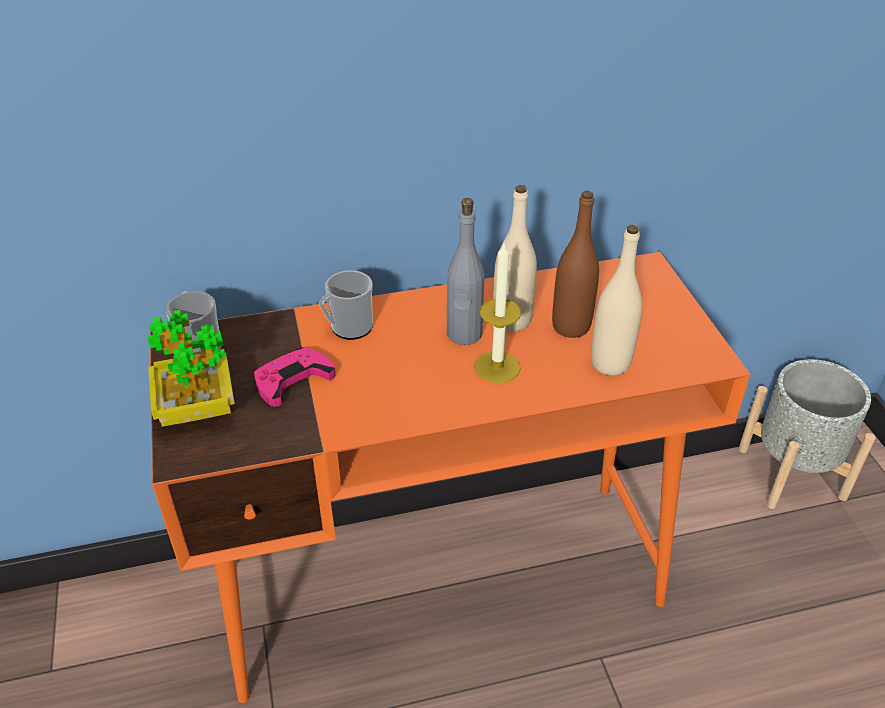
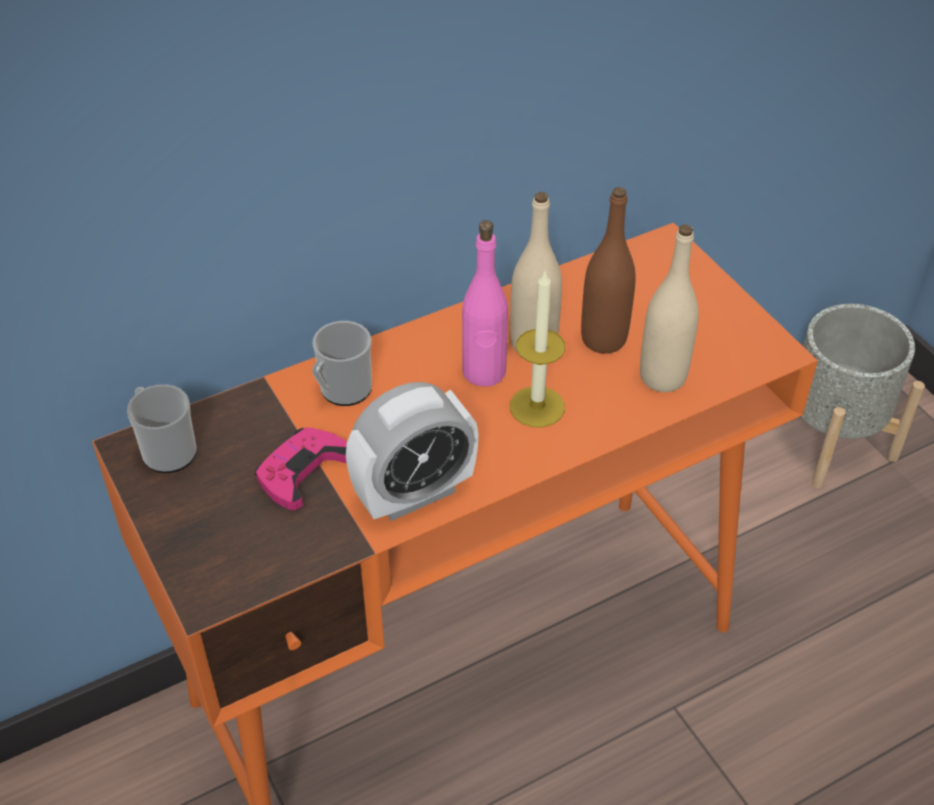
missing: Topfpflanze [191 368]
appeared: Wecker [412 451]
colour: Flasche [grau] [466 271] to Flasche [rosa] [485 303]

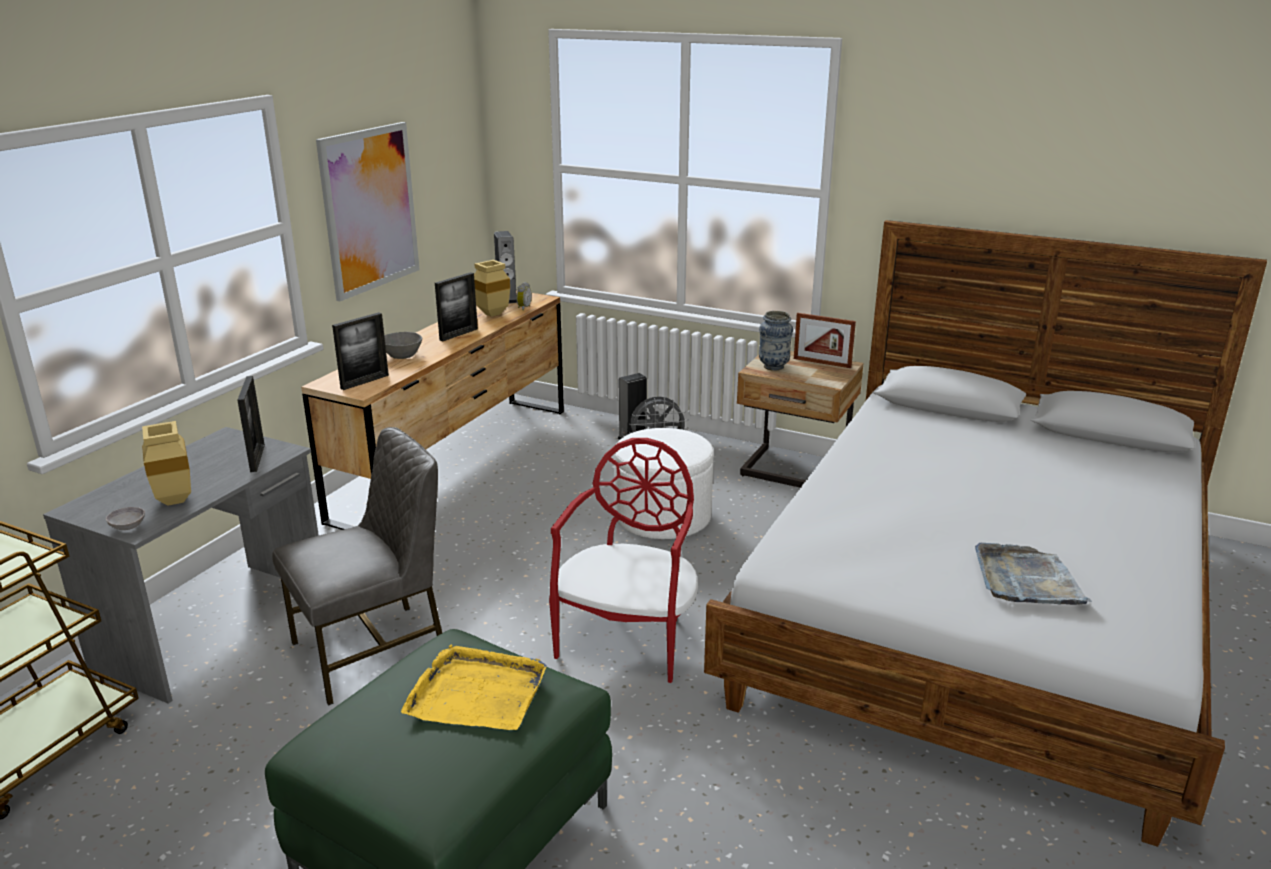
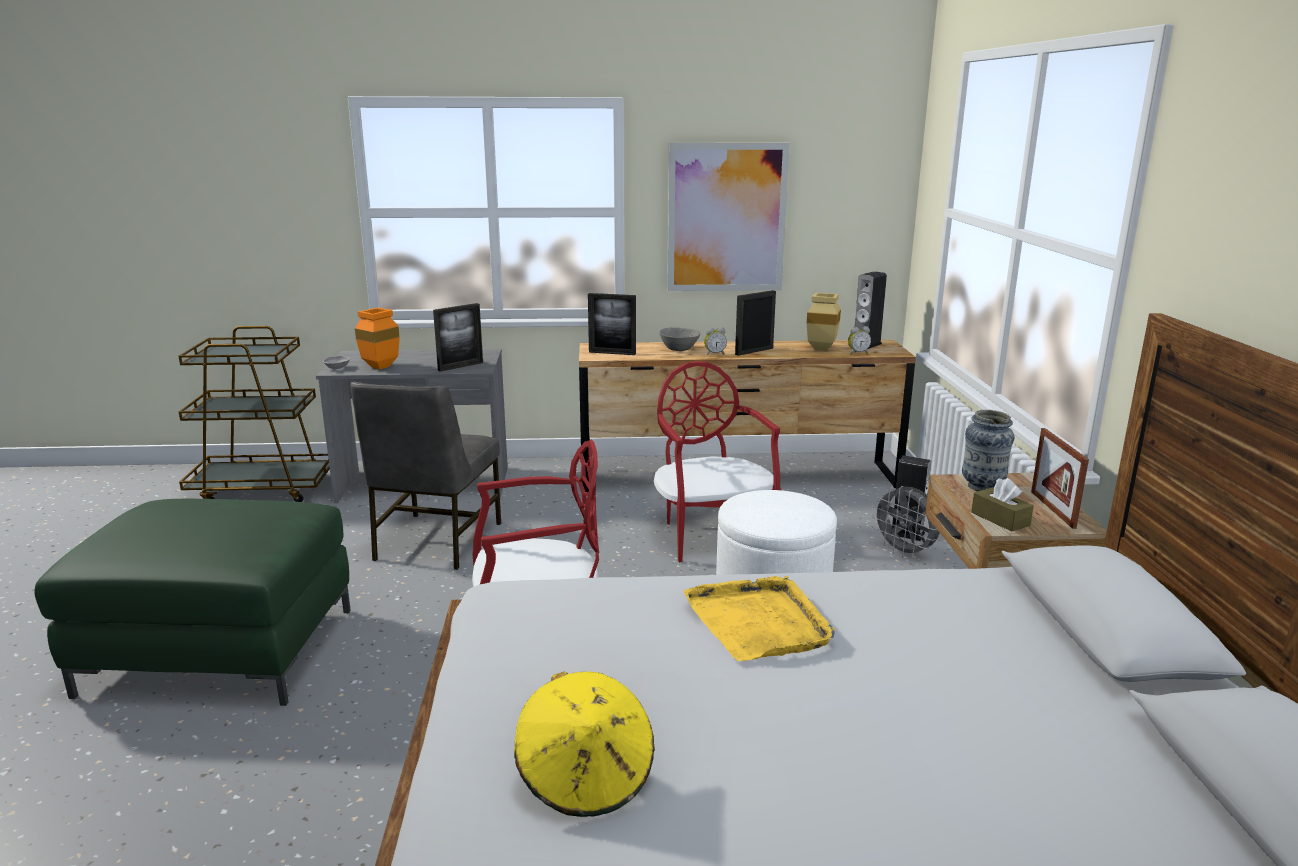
appeared: Stuhl [rot] [717 461]; Wecker [715 341]; Taschentuchbox [braun] [1002 505]
relocated: Tablett [gelb] [474 687] to [759 618]
exchanged: Tablett [grau] [1033 574] to Hut [gelb] [584 744]
colour: Vase [beige] [166 463] to Vase [orange] [377 338]
spun: Stuhl [grau] [357 566] = [425 476] 75 degrees clockwise; Bilderrahmen [456 306] = [755 323] 135 degrees clockwise

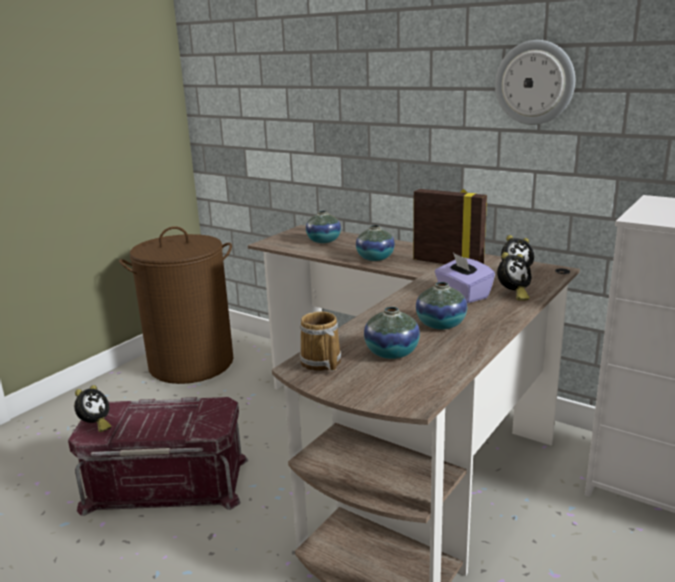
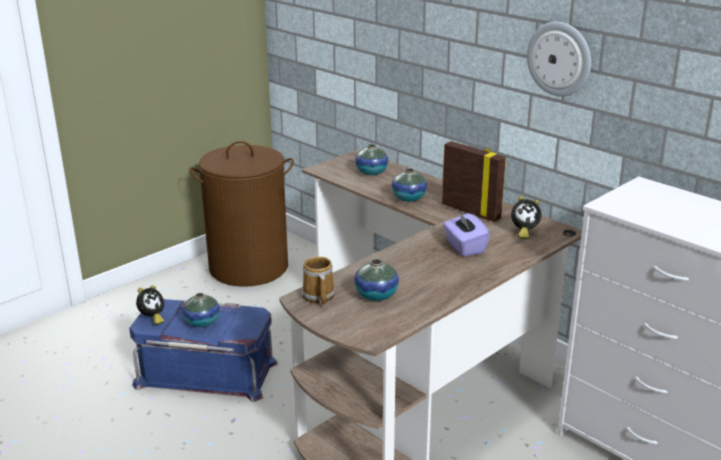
missing: Wecker [514 276]
relocated: Vase [441 306] to [201 310]
colour: Aufbewahrungsbox [rot] [158 456] to Aufbewahrungsbox [blau] [203 350]

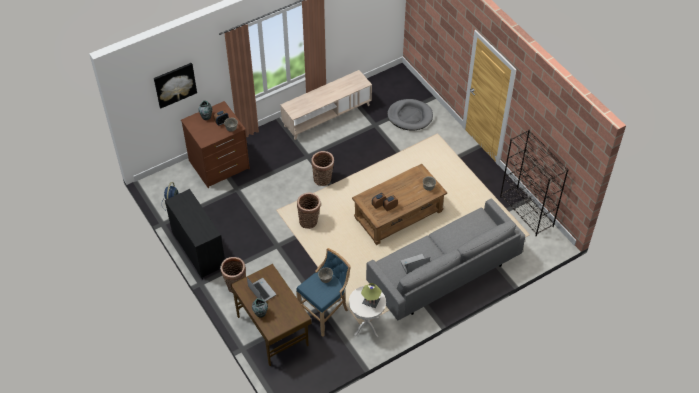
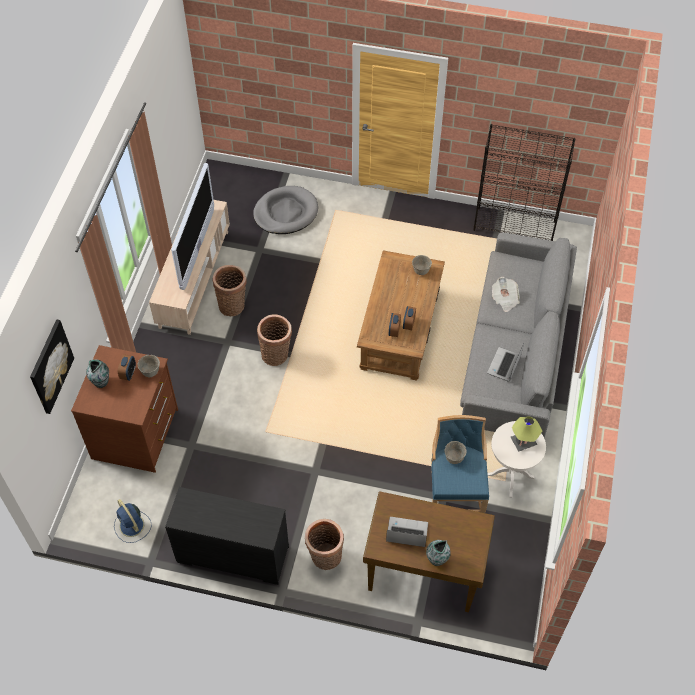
appeared: Fernseher [192 226]; Zeitung [506 294]
relocated: Korb [309 210] to [229 290]

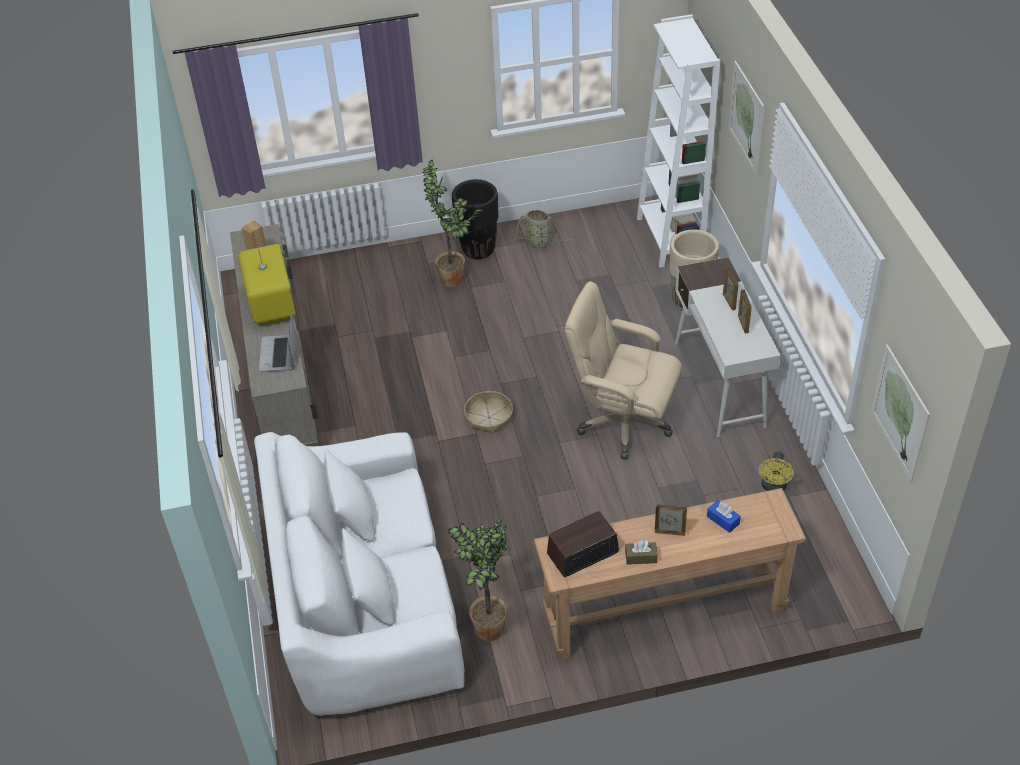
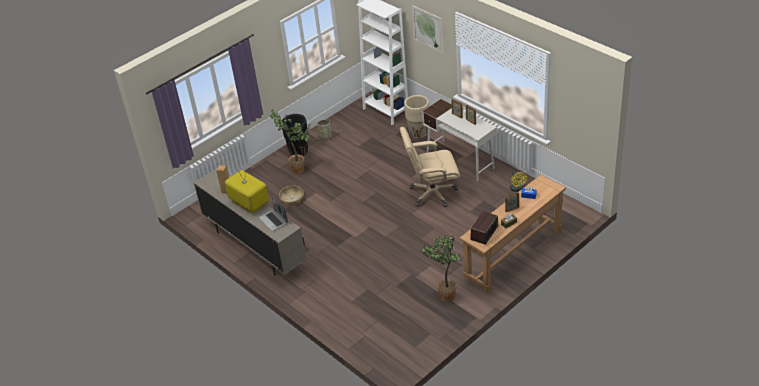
missing: Sofa [weiß] [359 574]; Bild [900 413]
relocated: Korb [488 412] to [291 196]

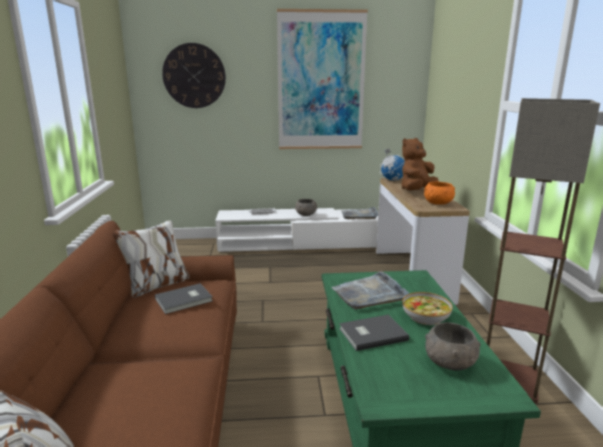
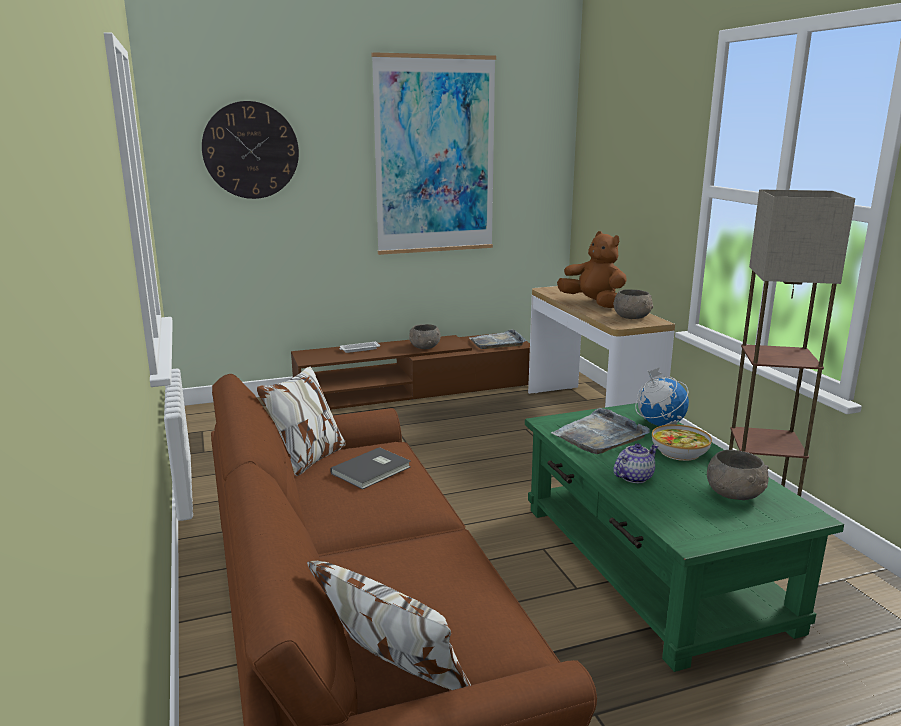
relocated: Globus [392 164] to [662 396]
exchanged: Buch [grau] [374 333] to Teekanne [635 463]
colour: Fernsehschrank [weiß] [296 230] to Fernsehschrank [braun] [410 371]; Schüssel [orange] [439 193] to Schüssel [grau] [633 304]
spun: Plüschtier [braun] [420 164] = [592 269] 105 degrees clockwise

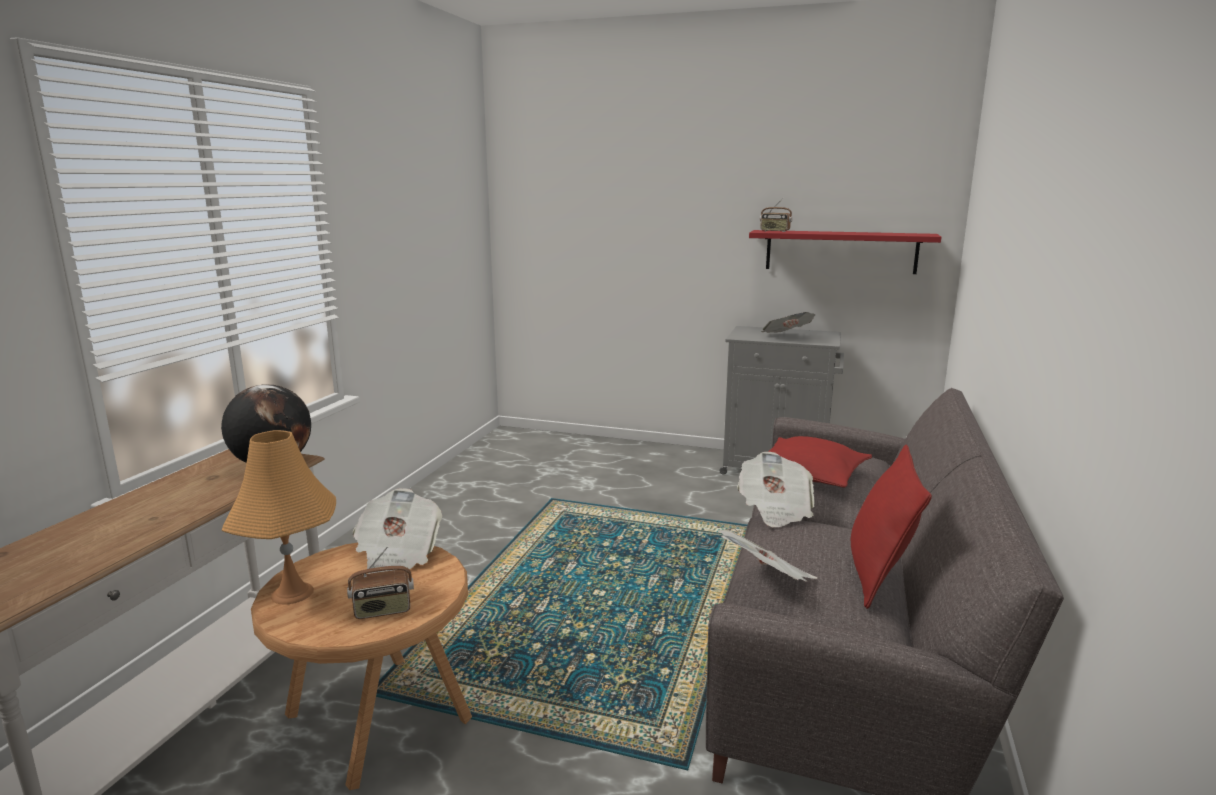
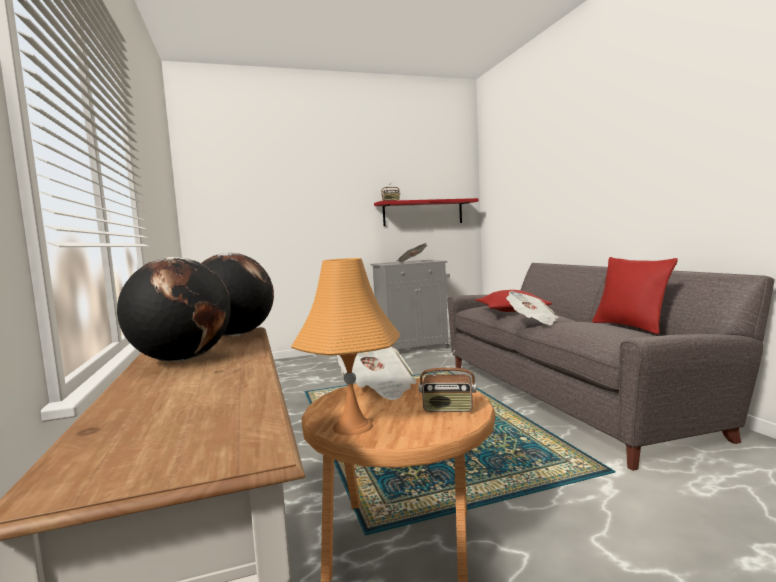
missing: Zeitung [767 556]
appeared: Globus [174 309]
spun: Radio [380 582] = [447 381] 60 degrees clockwise

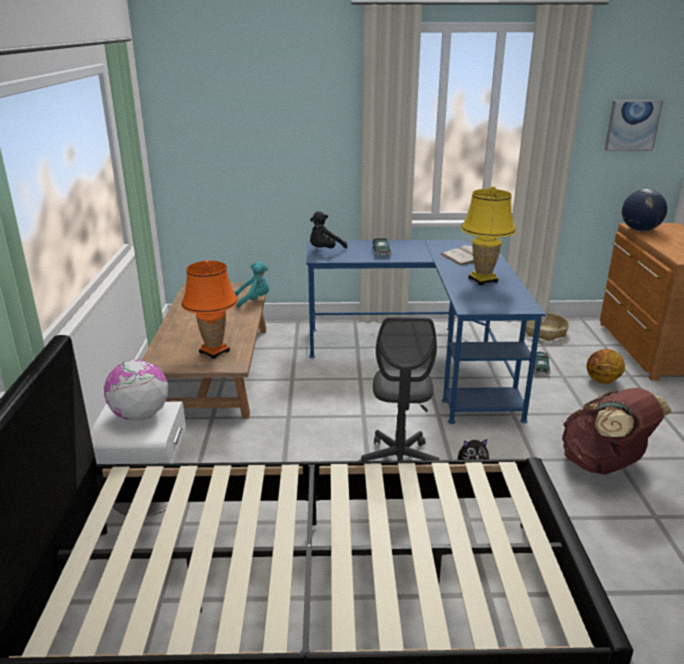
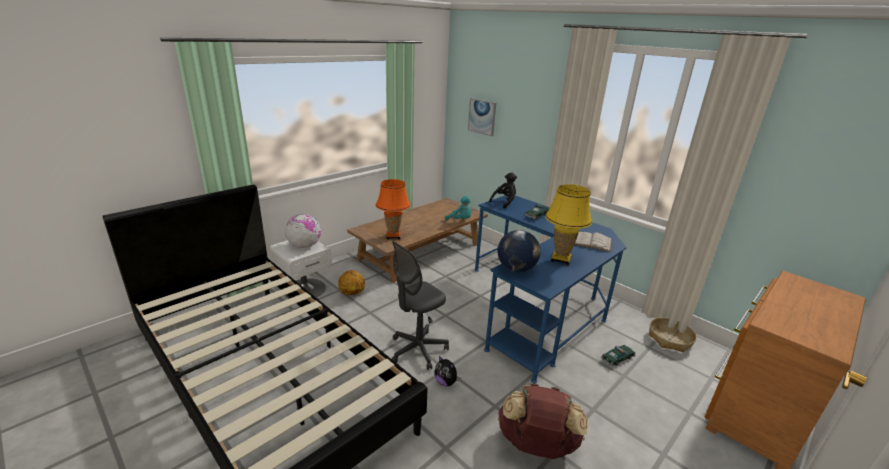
relocated: Basketball [606 366] to [351 282]; Bild [634 125] to [482 117]; Globus [644 210] to [519 251]
spun: Plüschtier [schwarz] [328 230] = [503 190] 135 degrees clockwise

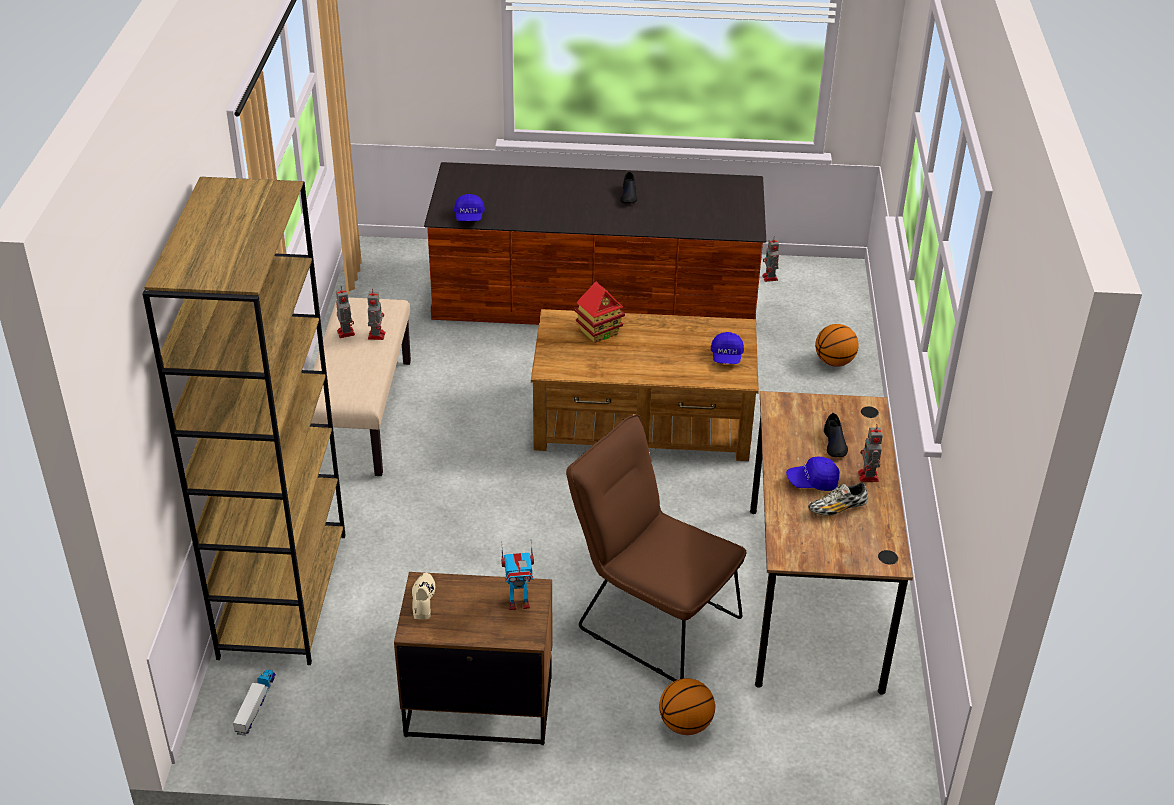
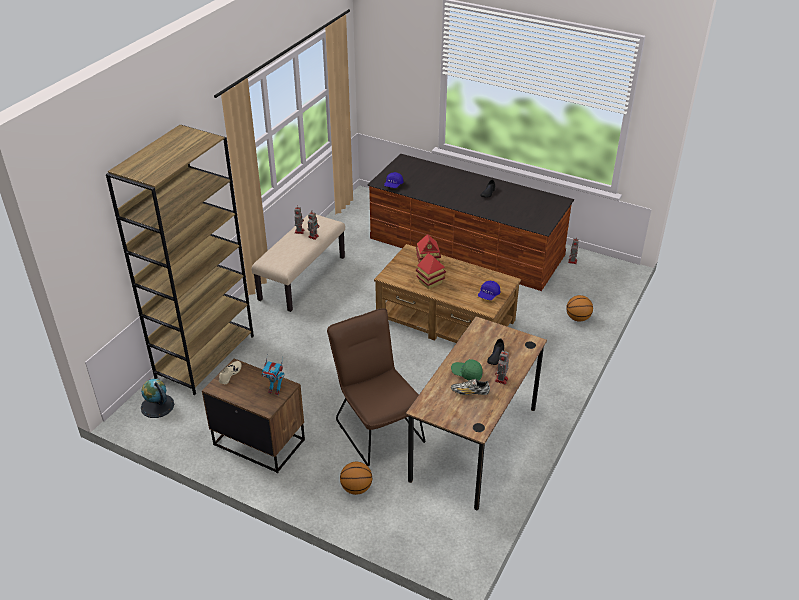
appeared: Spielzeughaus [431 271]
exchanged: Spielzeuglaster [254 702] to Globus [157 398]
colour: Kappe [blau] [813 473] to Kappe [grün] [467 369]

